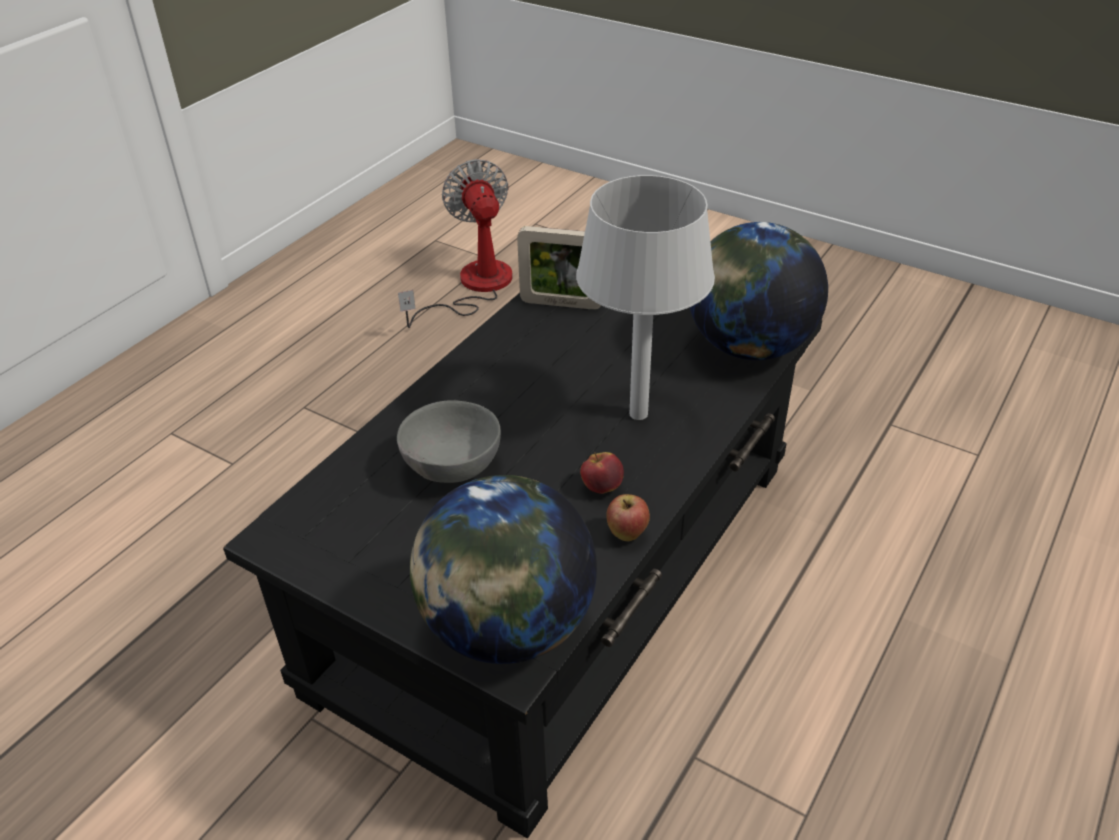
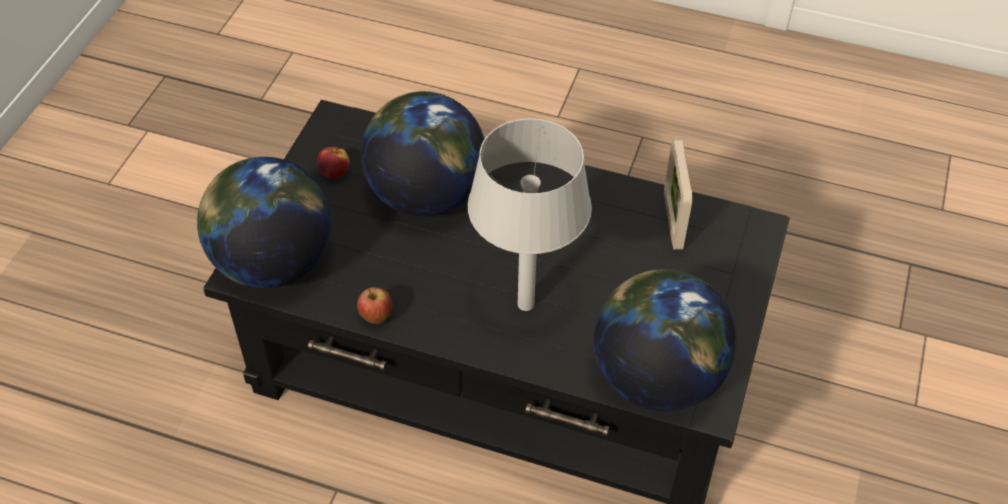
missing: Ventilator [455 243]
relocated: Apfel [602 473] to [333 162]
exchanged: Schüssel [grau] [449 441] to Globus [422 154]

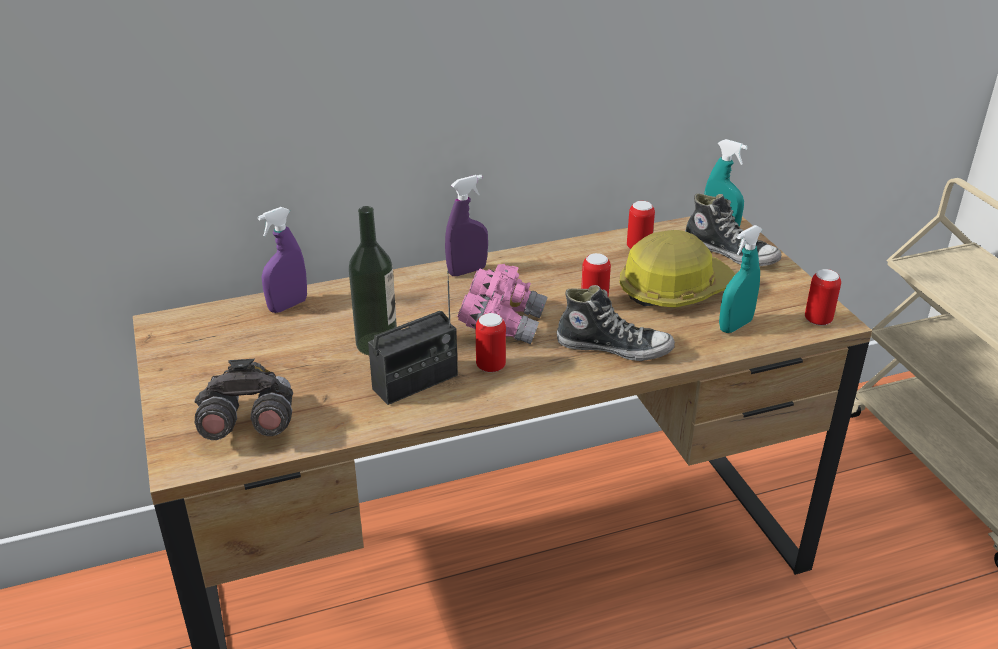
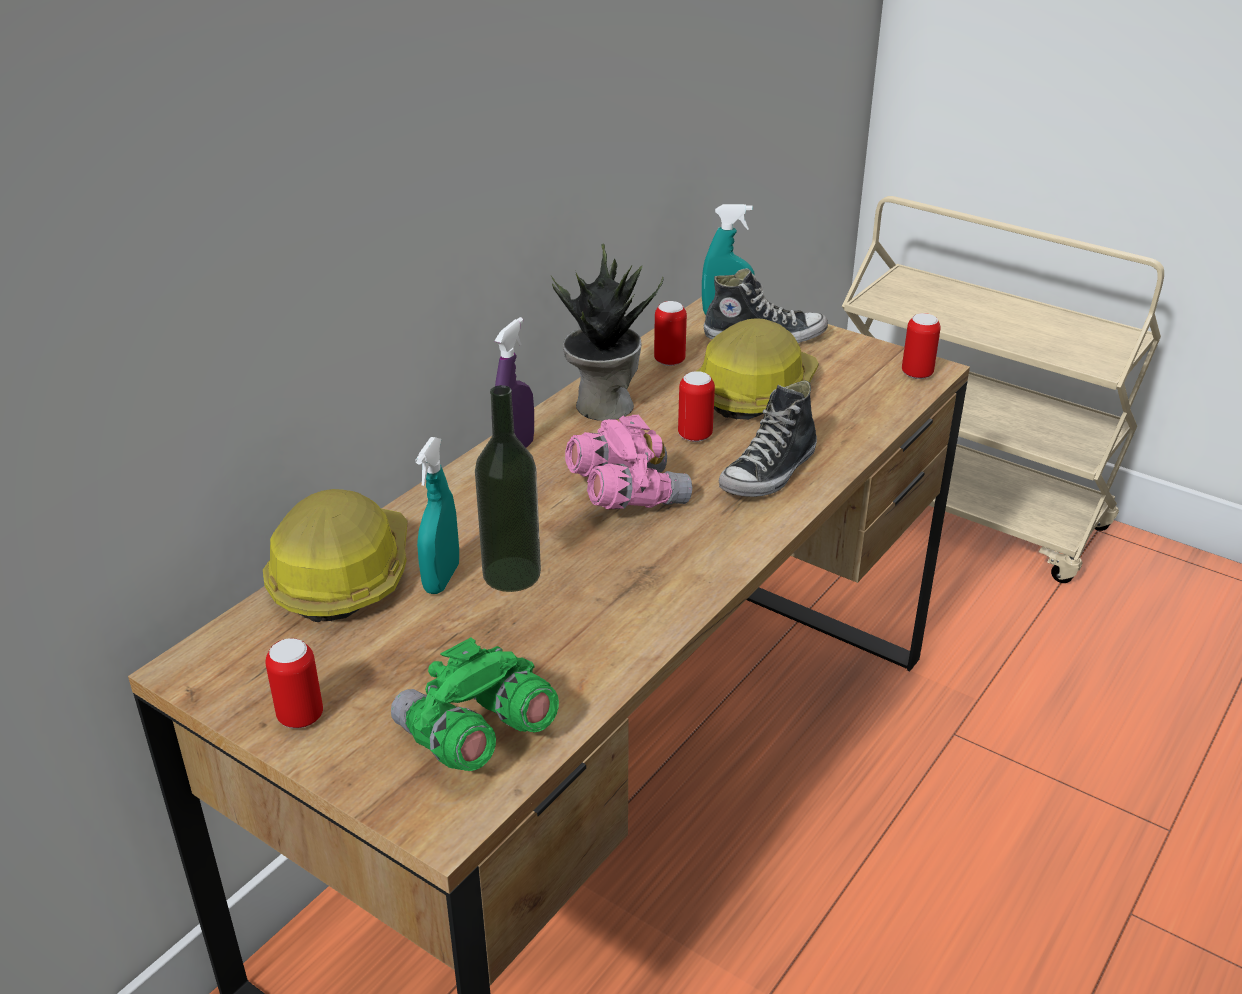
missing: Radio [413 338]
appeared: Topfpflanze [607 332]
relocated: Dose [491 342] to [294 683]; Sprühflasche [türkis] [741 279] to [437 515]
exchanged: Sprühflasche [lila] [282 260] to Schutzhelm [335 555]
colour: Fernglas [grau] [244 399] to Fernglas [grün] [475 704]
spun: Schuh [616 323] = [768 438] 150 degrees clockwise

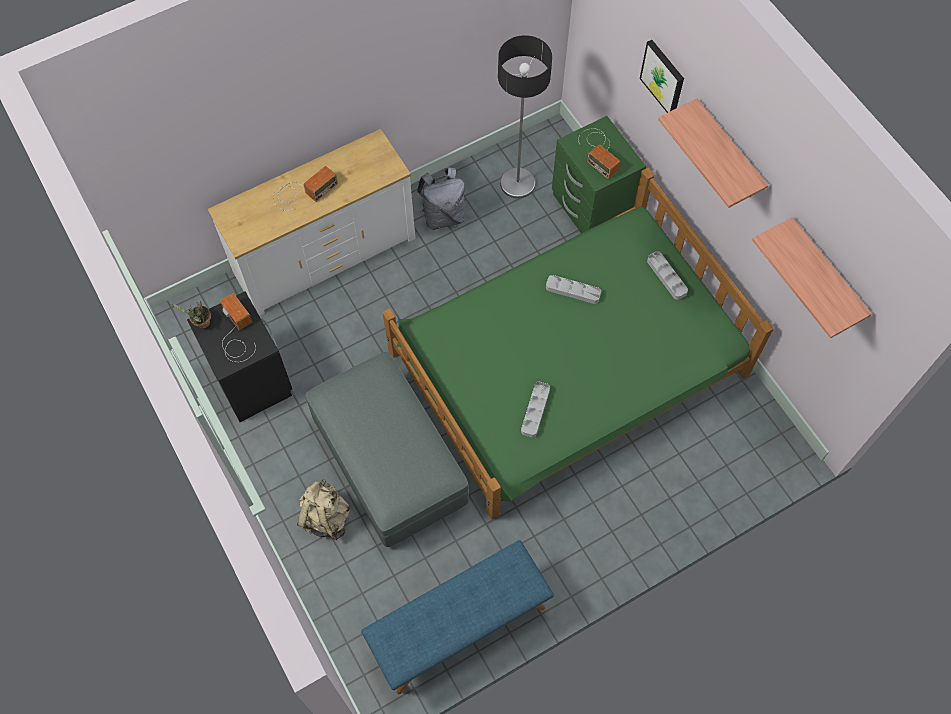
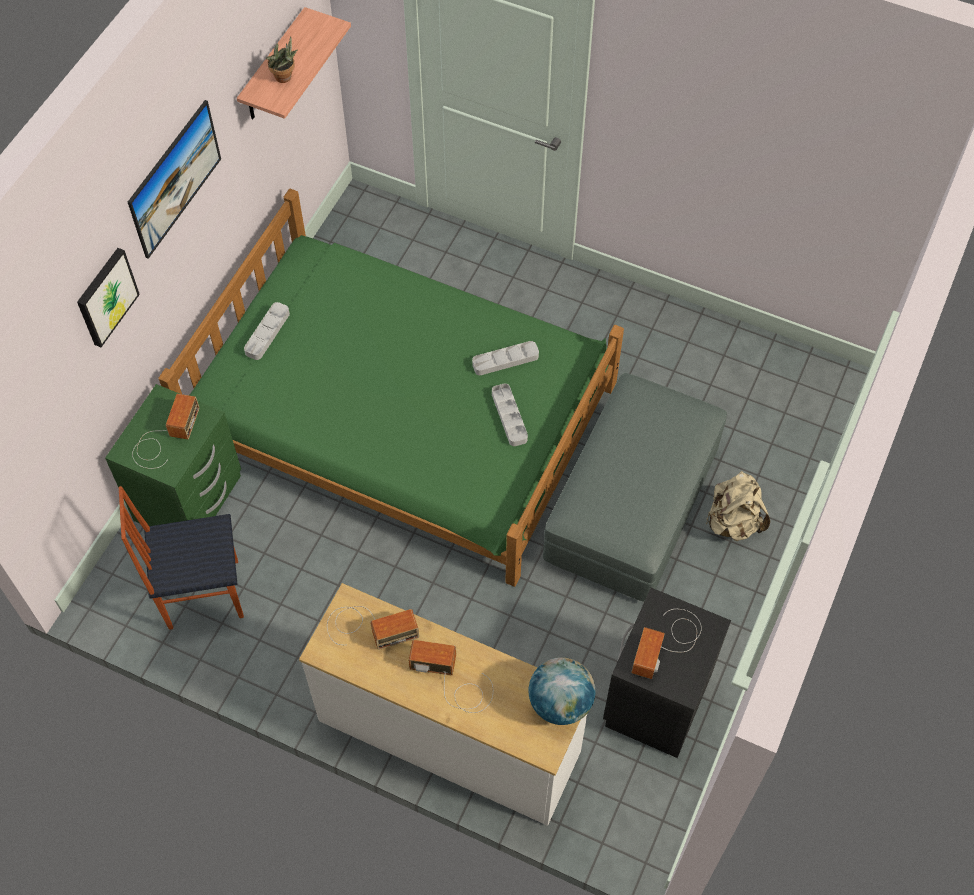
missing: Bank [blau] [457 617]; Rucksack [grau] [441 198]
appeared: Radio [373 628]; Globus [562 691]
relocated: Topfpflanze [191 314] to [282 59]; Tablett [grau] [573 289] to [510 415]
exchanged: Stehlampe [525 116] to Stuhl [181 558]; Wandregal [713 153] to Bild [174 179]

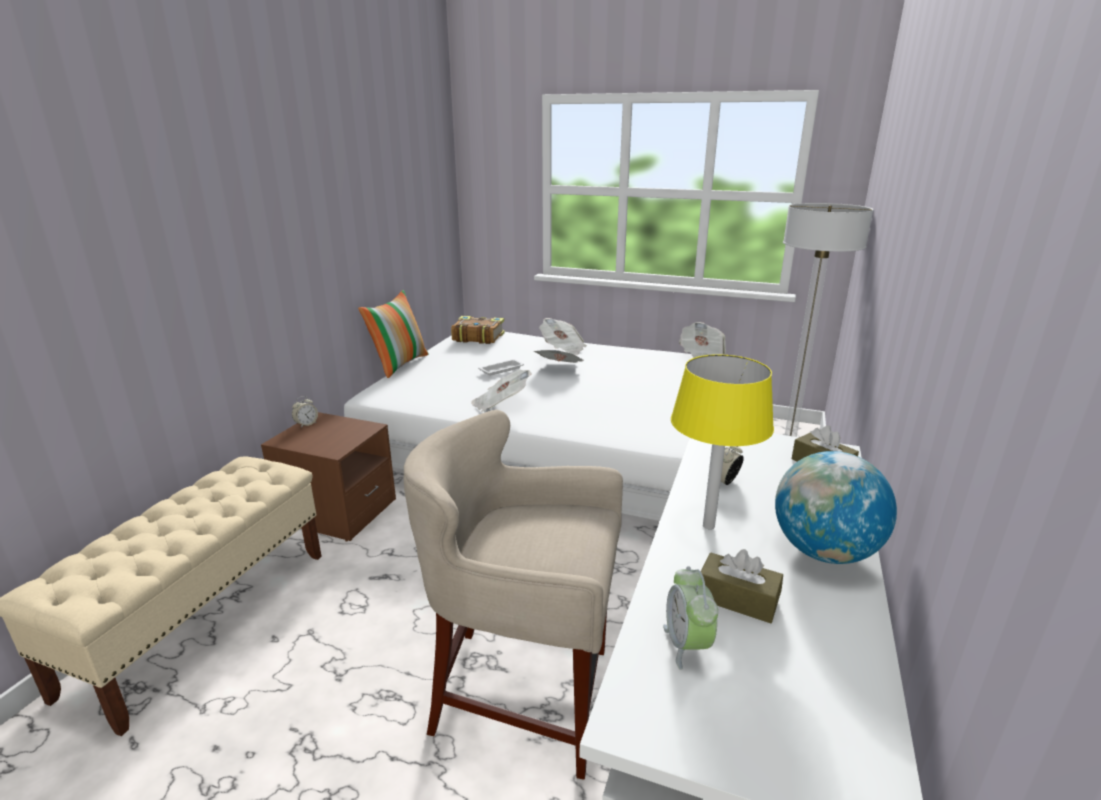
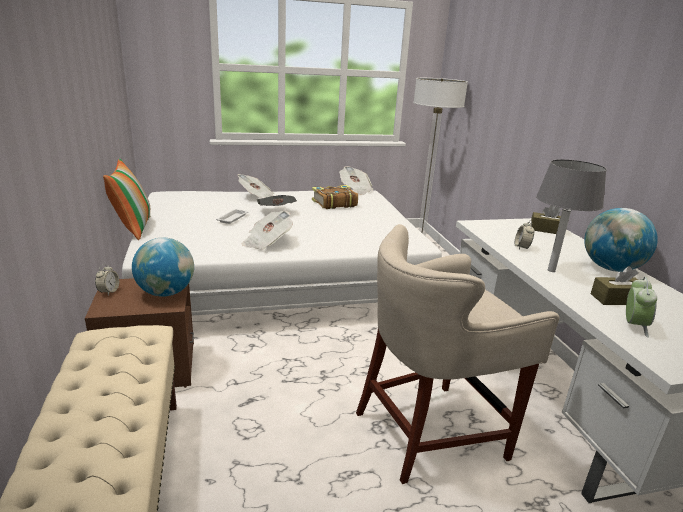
appeared: Globus [163 267]
relocated: Buch [478 330] to [335 197]
colour: Tischlampe [gelb] [722 441] to Tischlampe [grau] [571 215]
spun: Wecker [690 618] = [641 307] 120 degrees counterclockwise

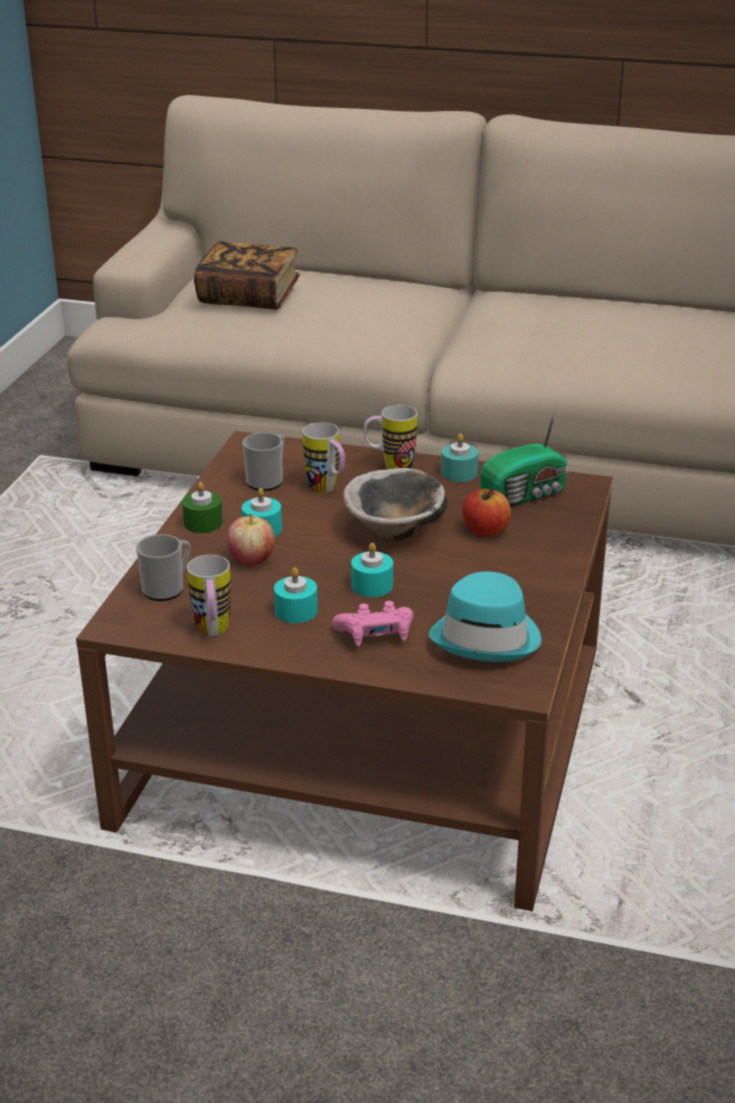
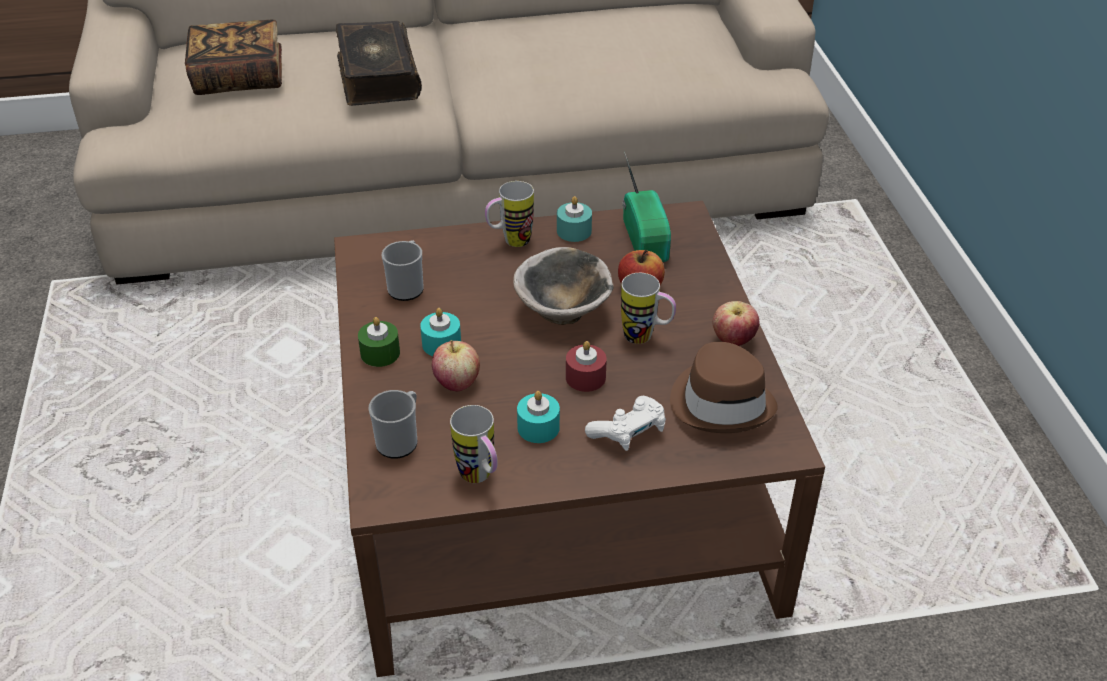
appeared: Buch [379 63]; Apfel [736 323]
relocated: Henkelbecher [324 458] to [648 308]
colour: Kerze [türkis] [372 570] to Kerze [rot] [586 366]; Gamepad [rosa] [373 623] to Gamepad [weiß] [625 423]; Hut [türkis] [485 617] to Hut [braun] [724 387]
spun: Radio [524 454] = [647 206] 45 degrees counterclockwise

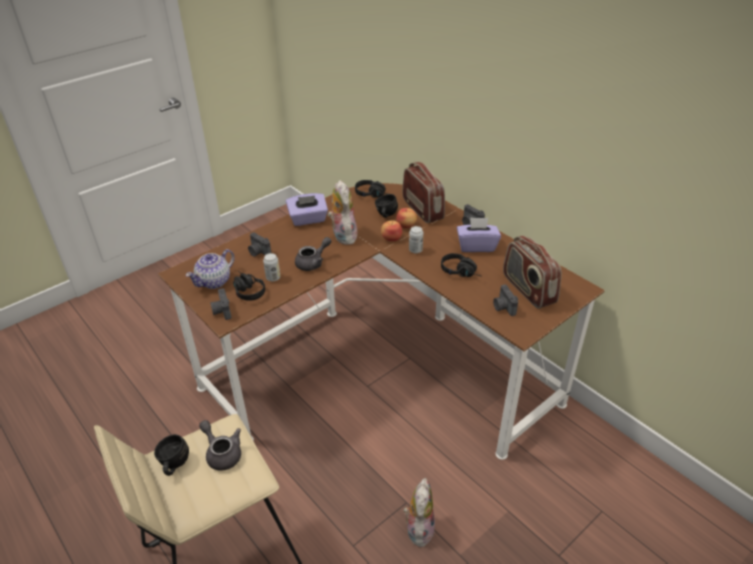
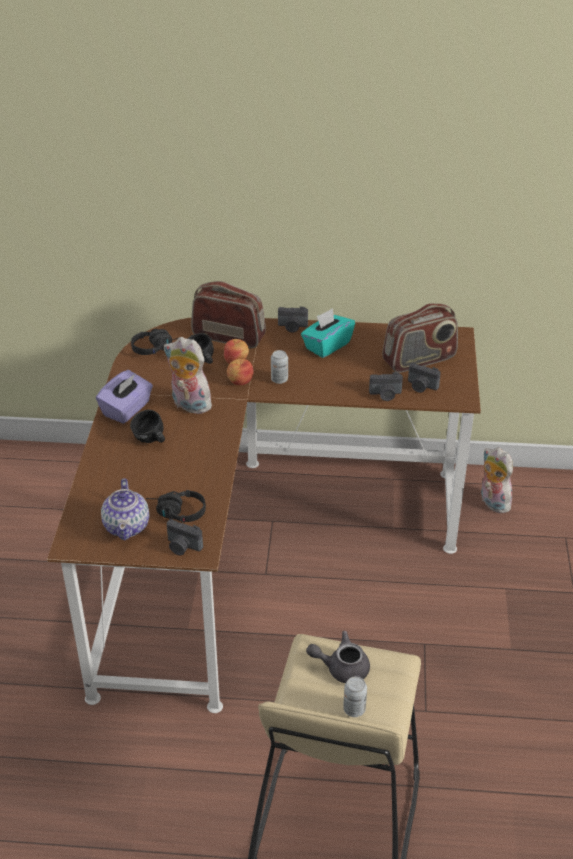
missing: Teekanne [grau] [313 254]; Kopfhörer [schwarz] [461 265]
relocated: Henkelbecher [schwarz] [171 455] to [147 426]; Dose [271 267] to [355 696]; Kamera [259 244] to [386 386]; Plüschtier [419 512] to [497 480]
colour: Taschentuchbox [lila] [479 234] to Taschentuchbox [türkis] [328 333]
spun: Radio [532 272] = [420 338] 45 degrees counterclockwise

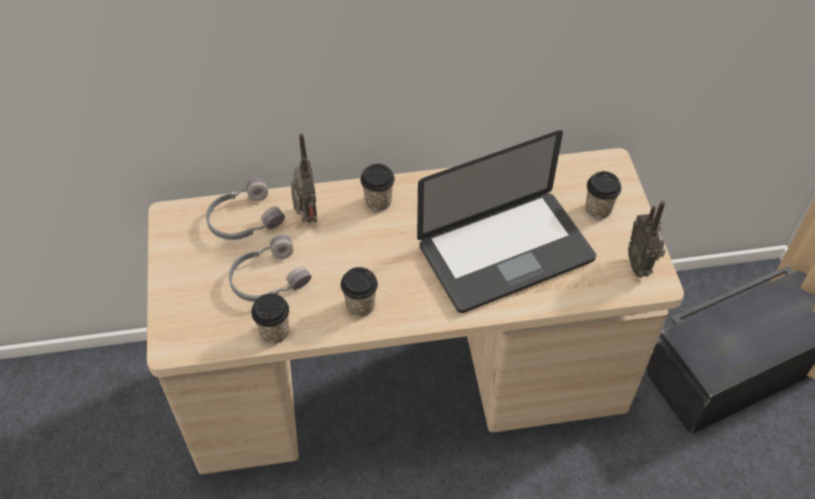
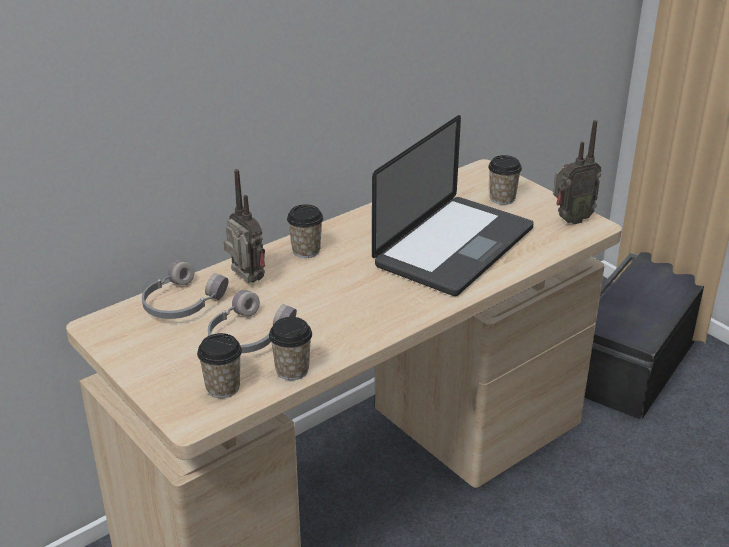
relocated: Tasse [359 292] to [219 365]
spun: Radio [646 239] = [577 172] 75 degrees counterclockwise

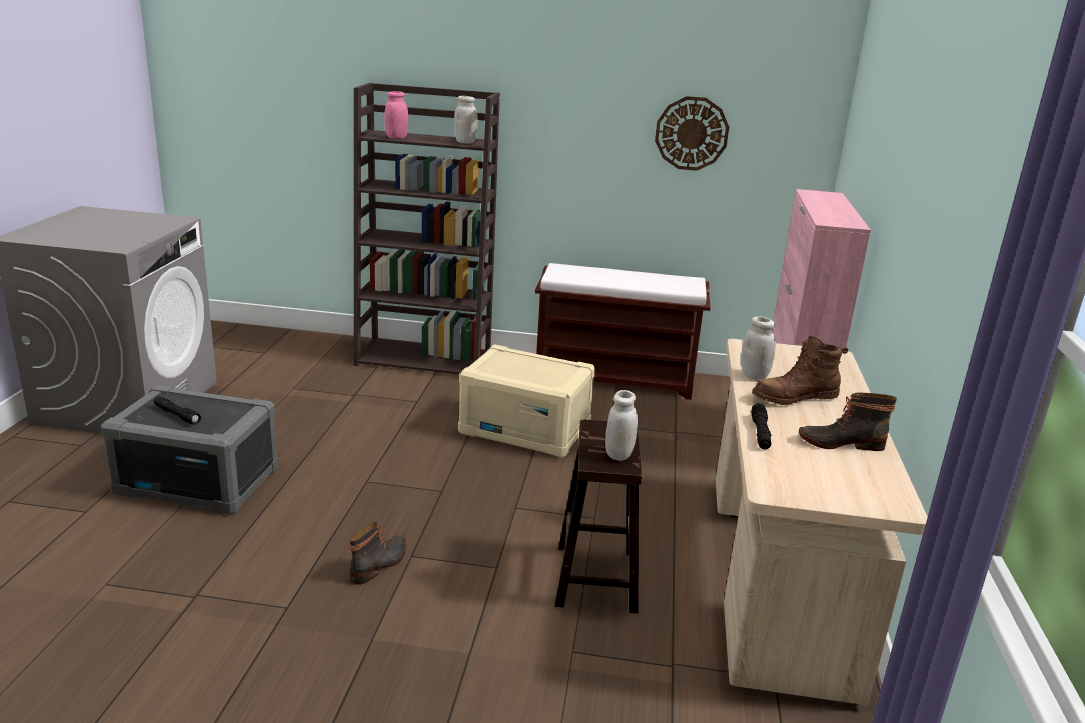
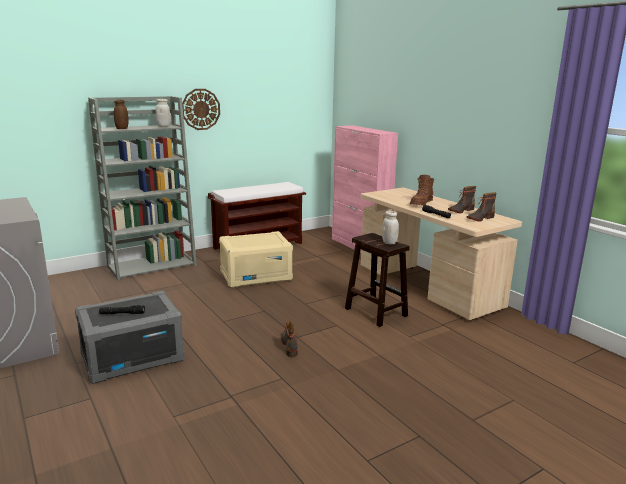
missing: Vorratsglas [weiß] [758 348]
appeared: Stiefel [481 207]
relocated: Wanduhr [692 133] to [201 109]
colour: Bücherregal [braun] [427 228] to Bücherregal [grau] [142 188]; Vorratsglas [rosa] [396 115] to Vorratsglas [braun] [121 114]

